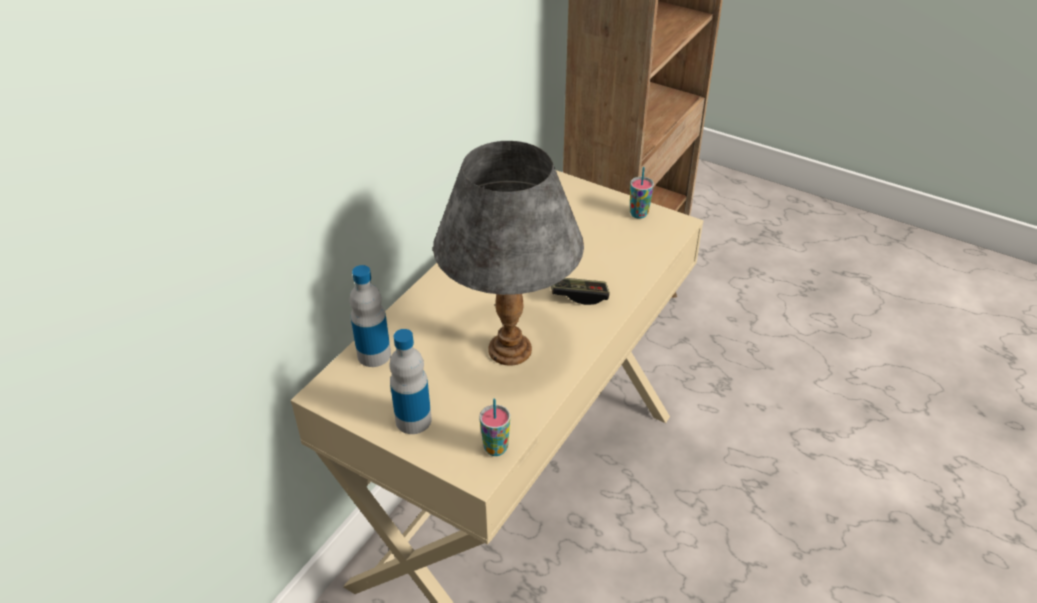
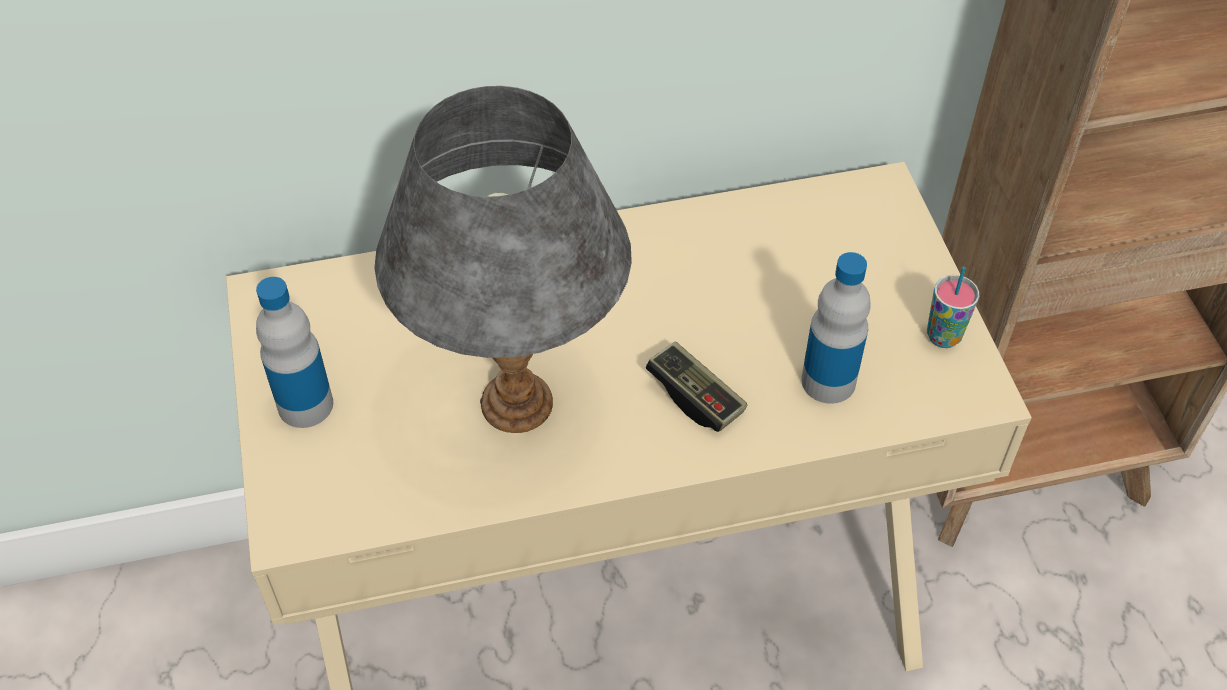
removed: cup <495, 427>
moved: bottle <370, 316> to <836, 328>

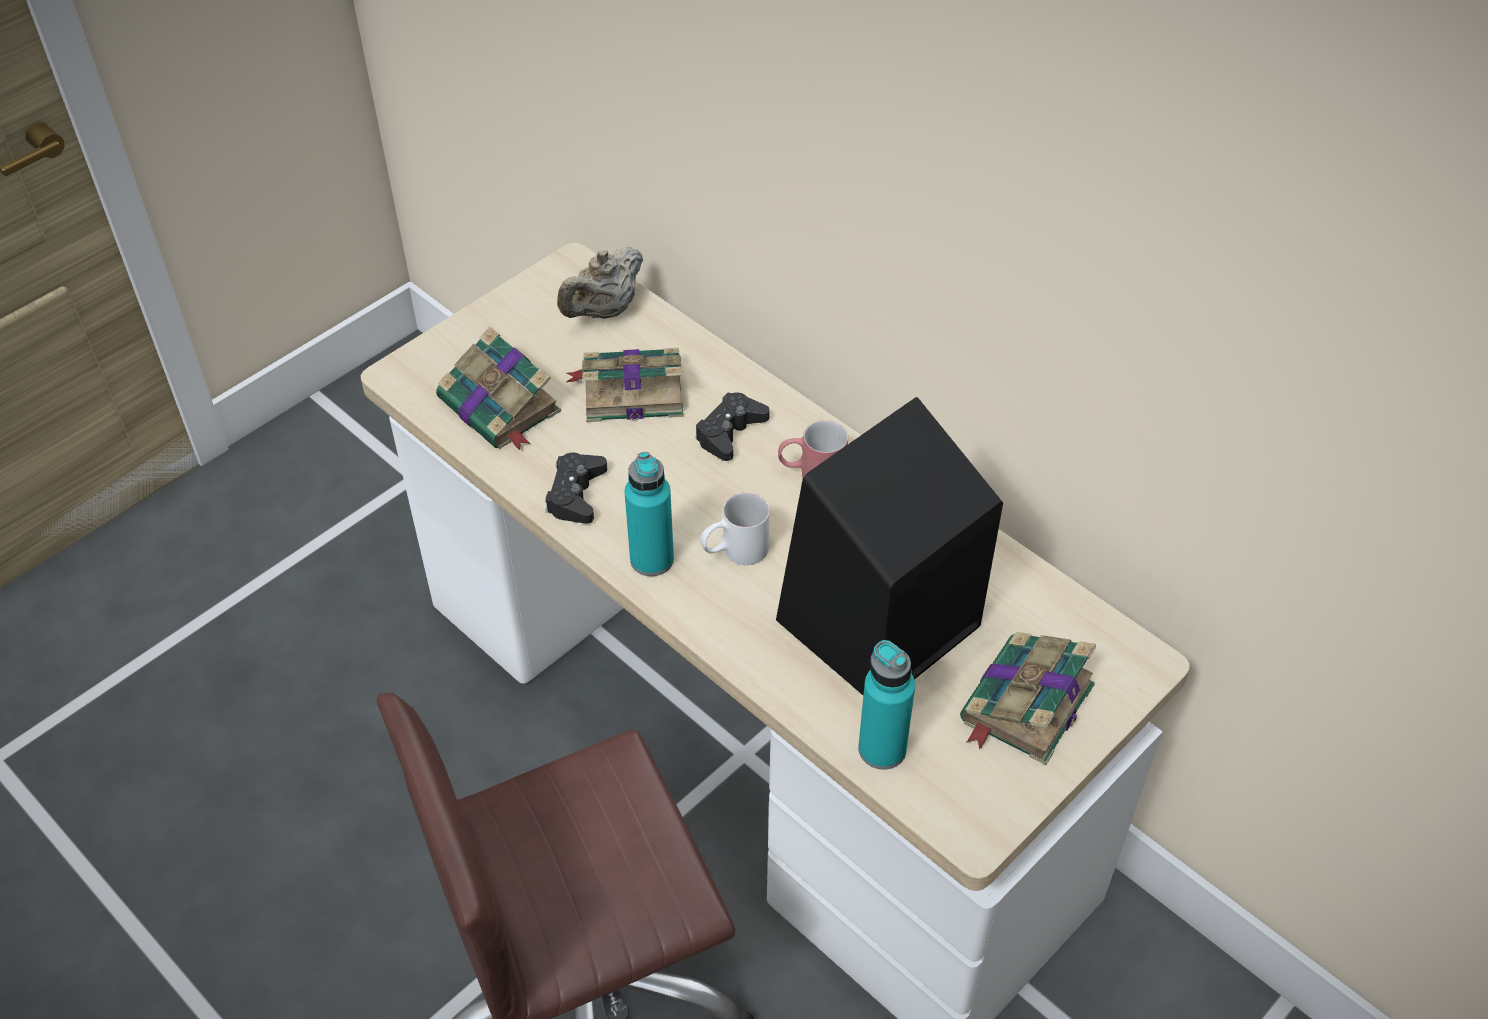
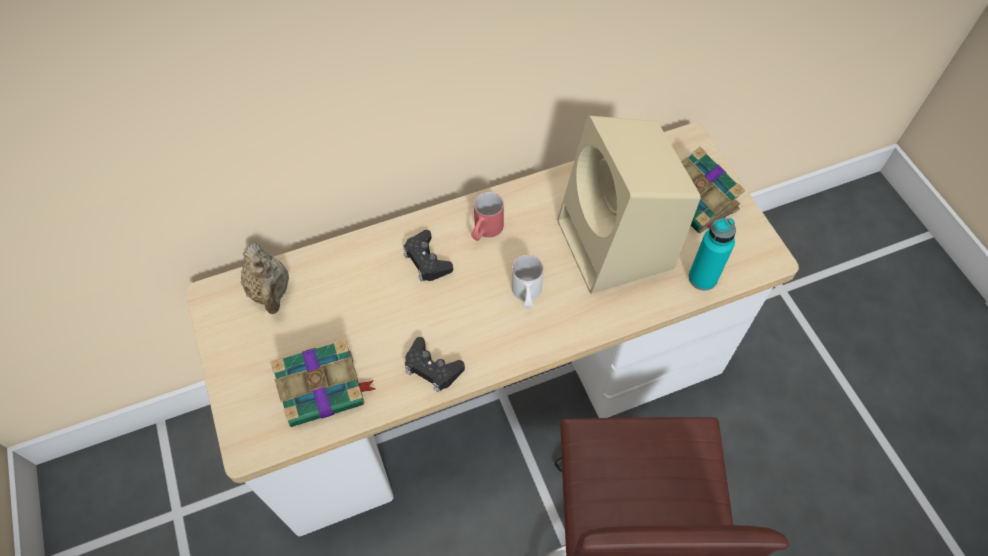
removed: book <625, 384>; bottle/turquoise <649, 514>
recoloured: speaker/black <889, 546> to speaker/beige <628, 204>

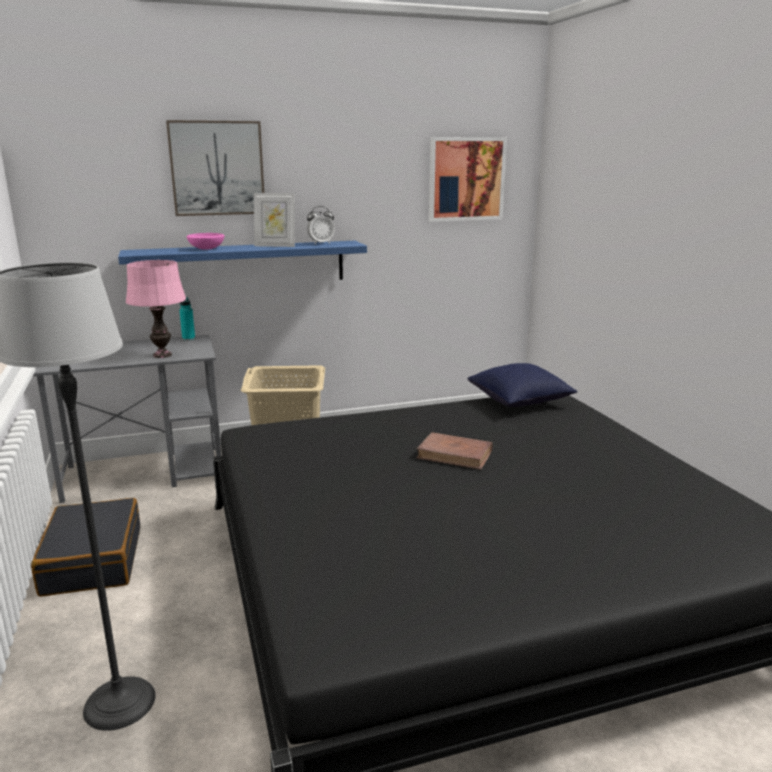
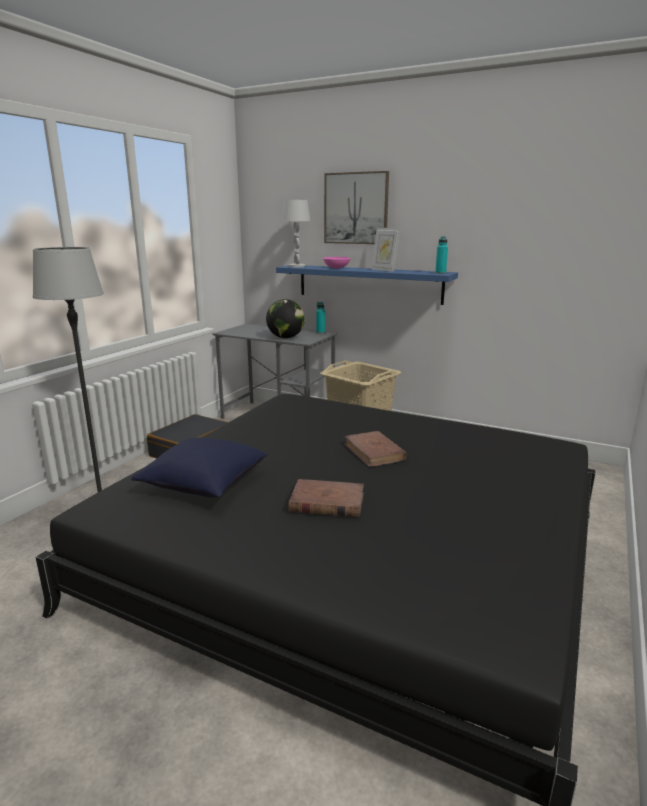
removed: picture <468, 179>; alarm clock <321, 225>
added: table lamp/white <296, 233>; bottle/turquoise <441, 255>; book/brown <326, 498>
moved: pillow/blue <523, 385> to <199, 468>
replaced: table lamp/pink <156, 309> to globe <285, 318>

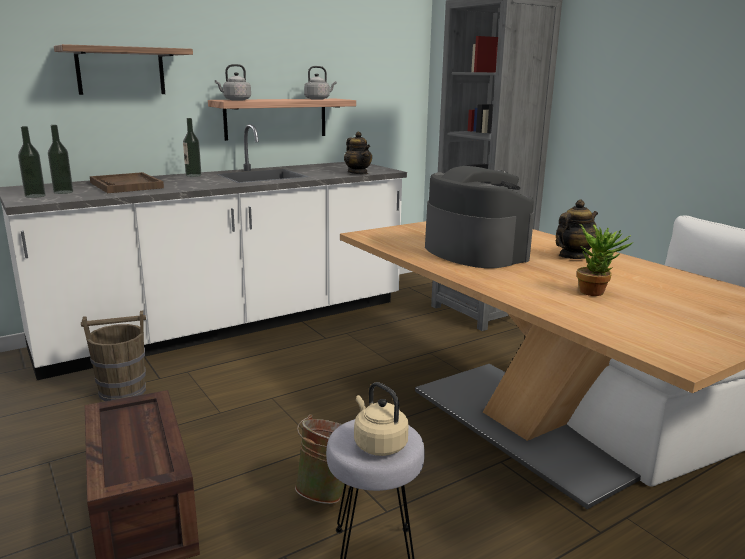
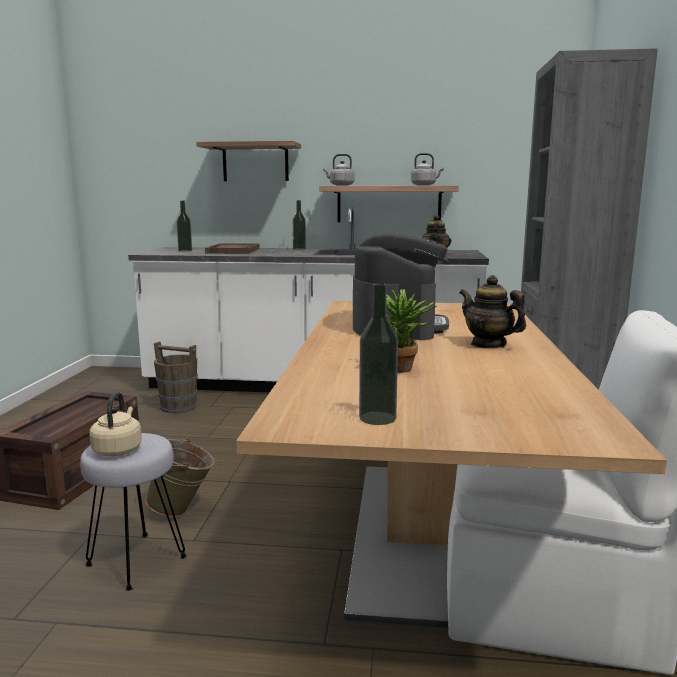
moved: bottle <32, 162> to <378, 354>
turned: teapot <577, 229> = <492, 312> 135 degrees counterclockwise

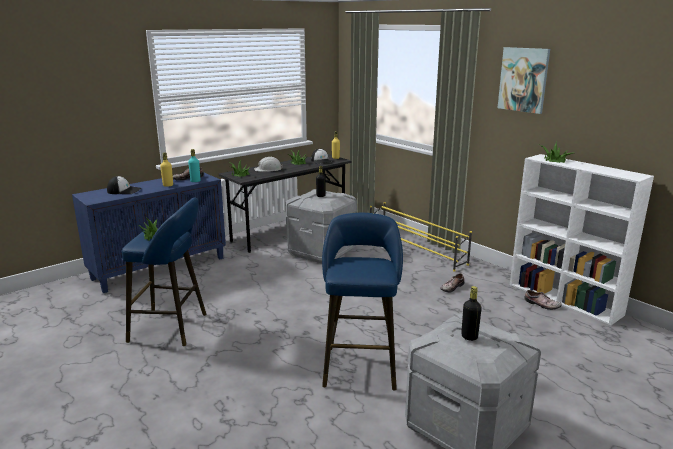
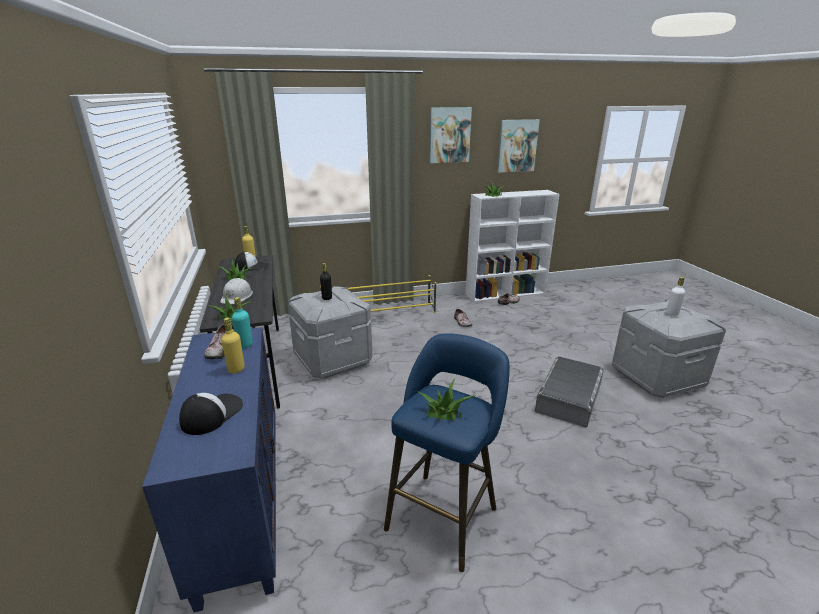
added: picture <518, 146>
replaced: stool/blue <362, 301> to storage box/grey <569, 392>
recoloured: bottle/black <471, 313> to bottle/white <675, 296>

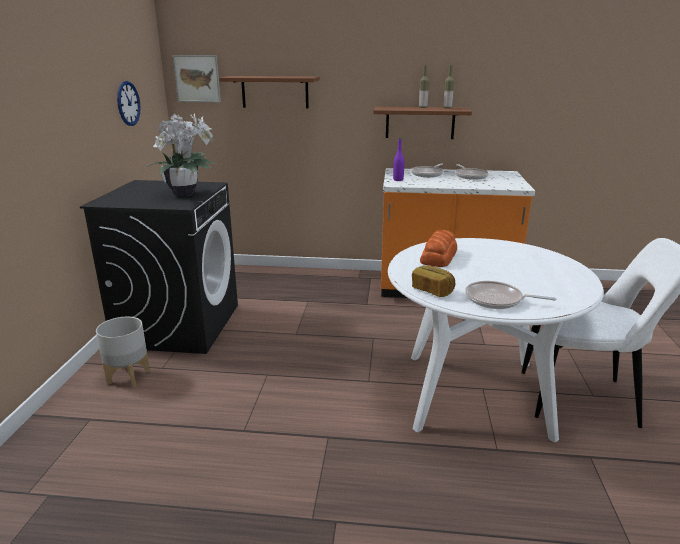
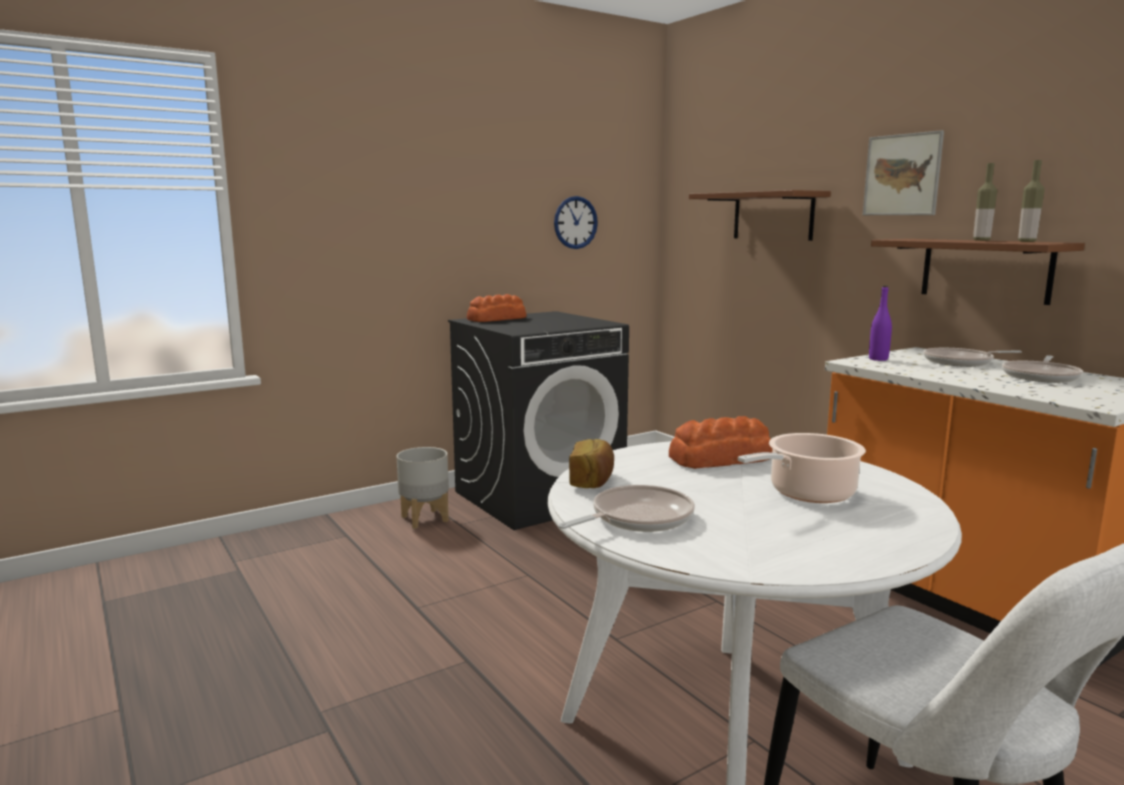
removed: potted plant <181, 155>
added: bread <496, 308>; cooking pot <802, 468>
moved: picture <197, 78> to <903, 172>
turned: frying pan <510, 295> = <626, 508> 75 degrees clockwise

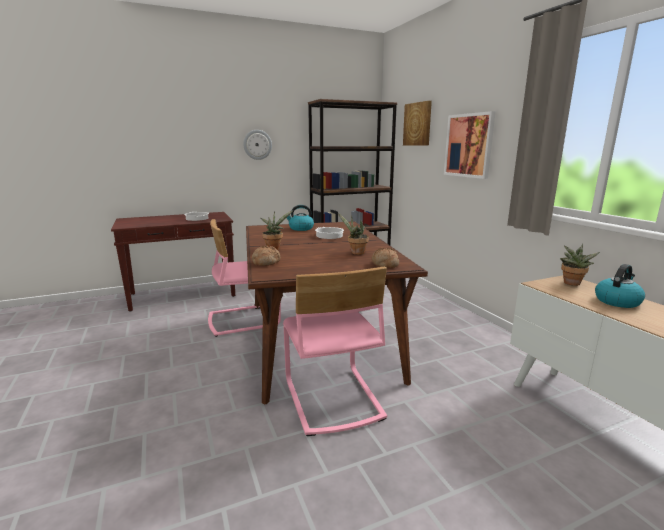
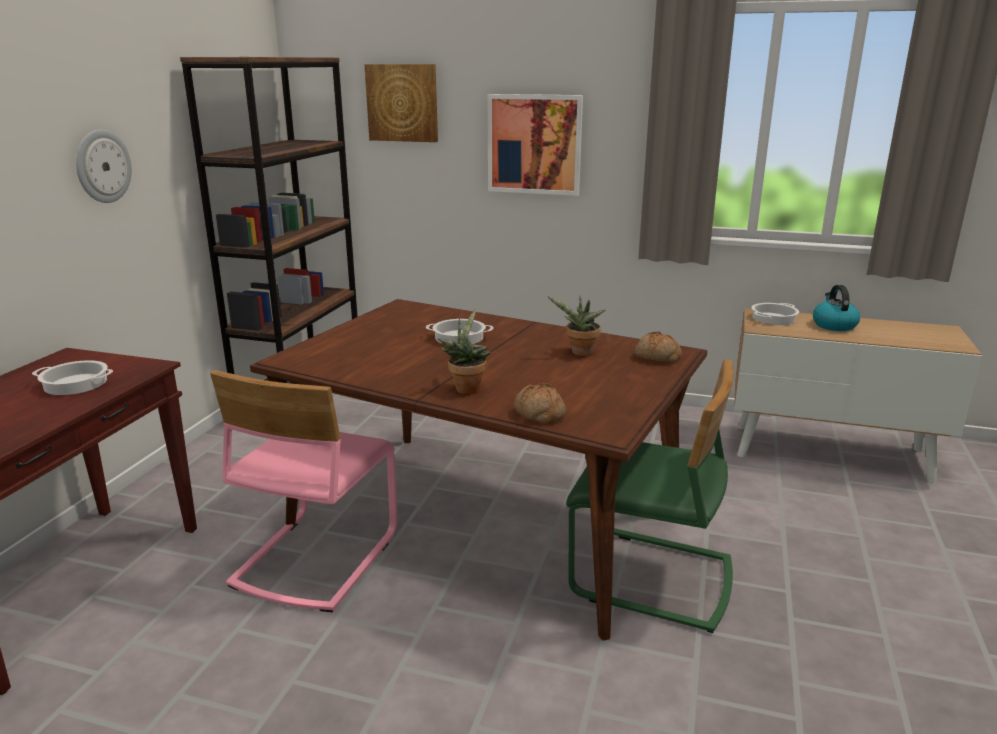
removed: kettle <300, 218>
replaced: potted plant <580, 265> to cooking pot <775, 314>
recoloured: chair/pink <335, 351> to chair/green <650, 496>

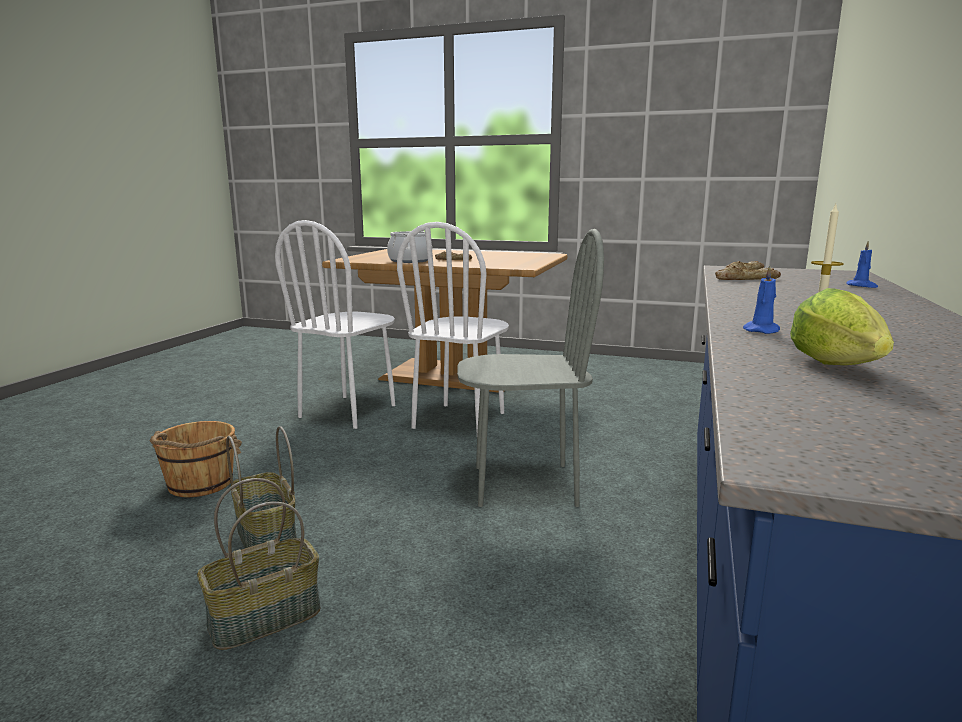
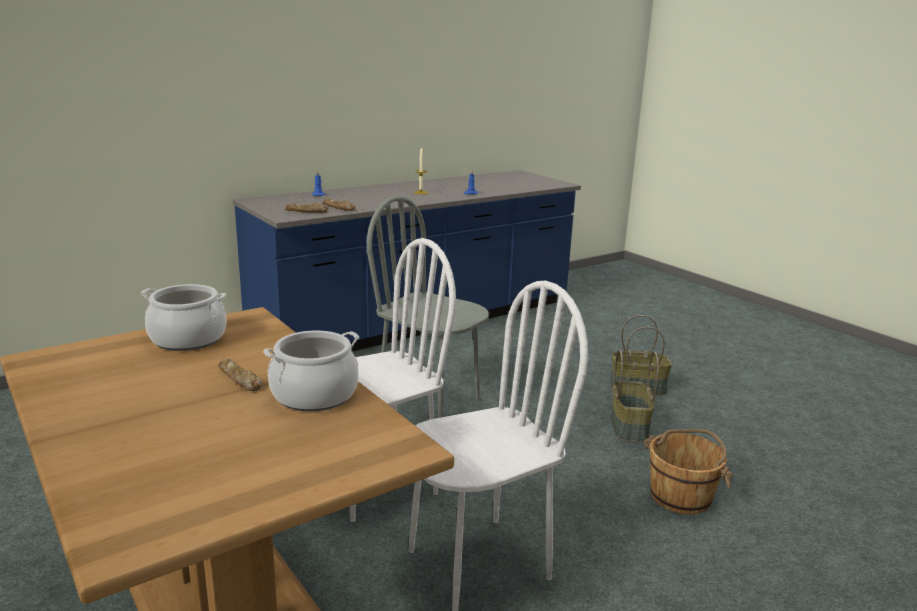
removed: lettuce <842, 326>
added: cooking pot <184, 317>

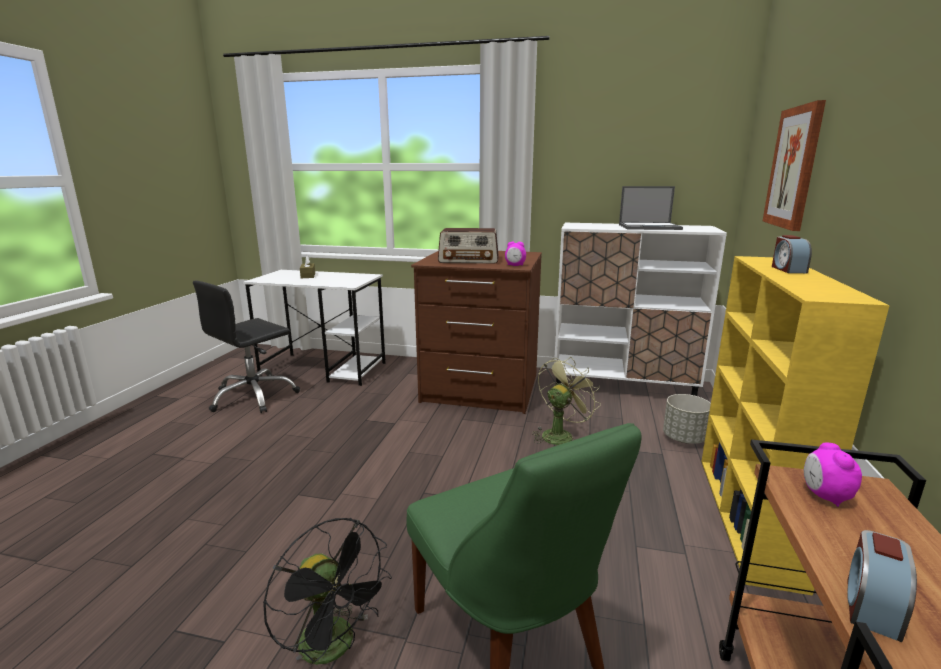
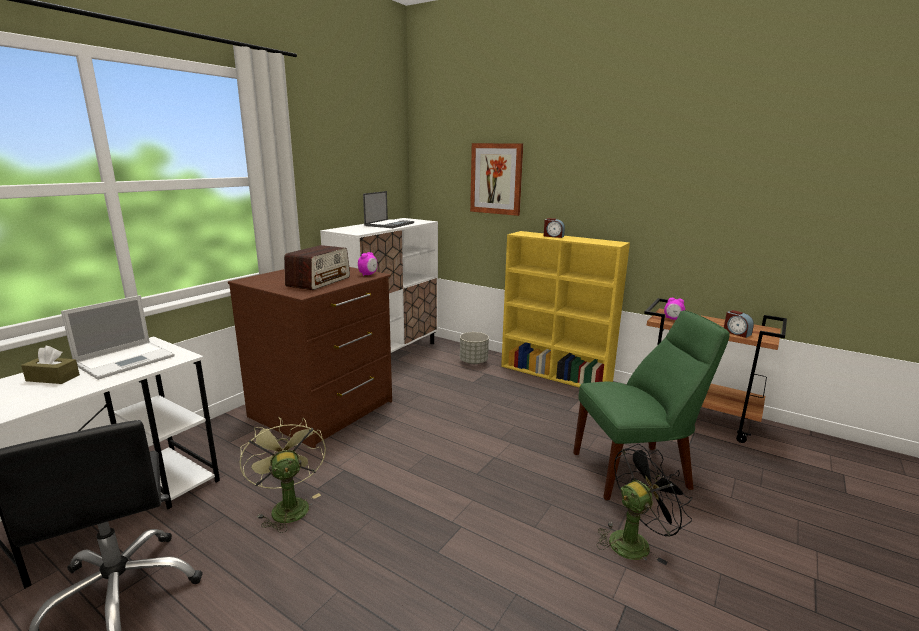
added: laptop <117, 337>
moved: fan/green <566, 401> to <283, 475>

